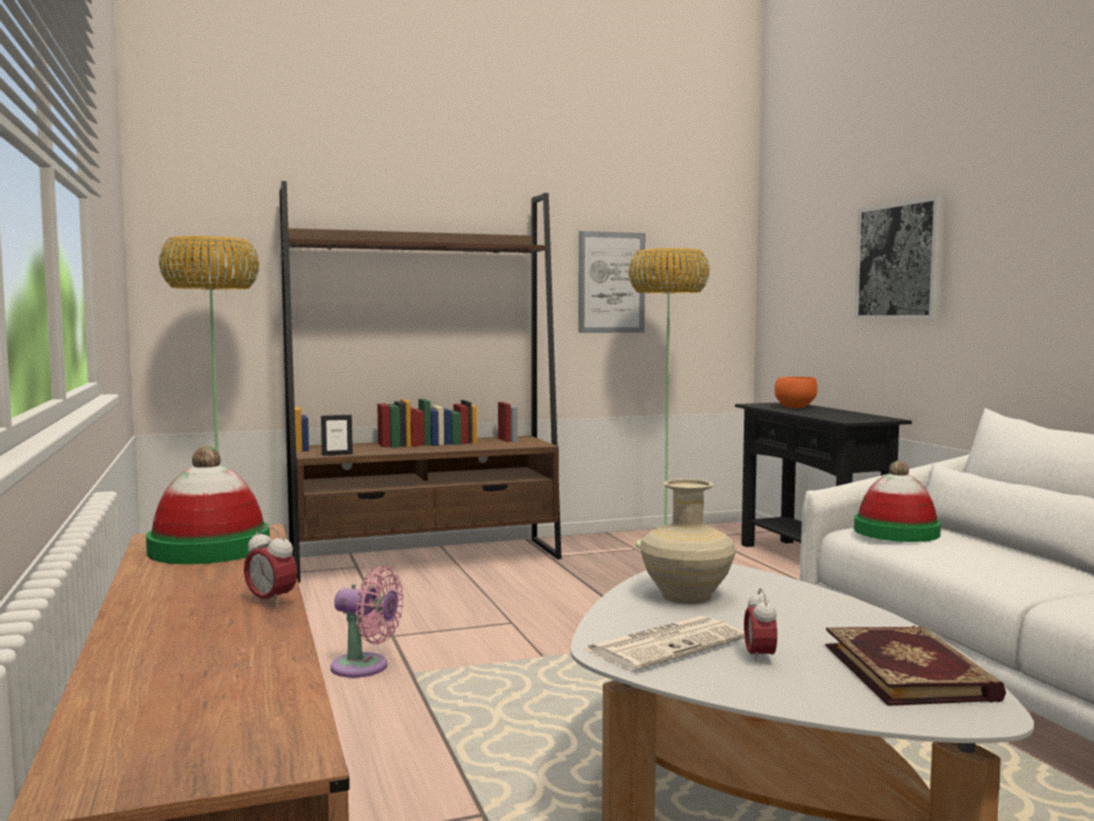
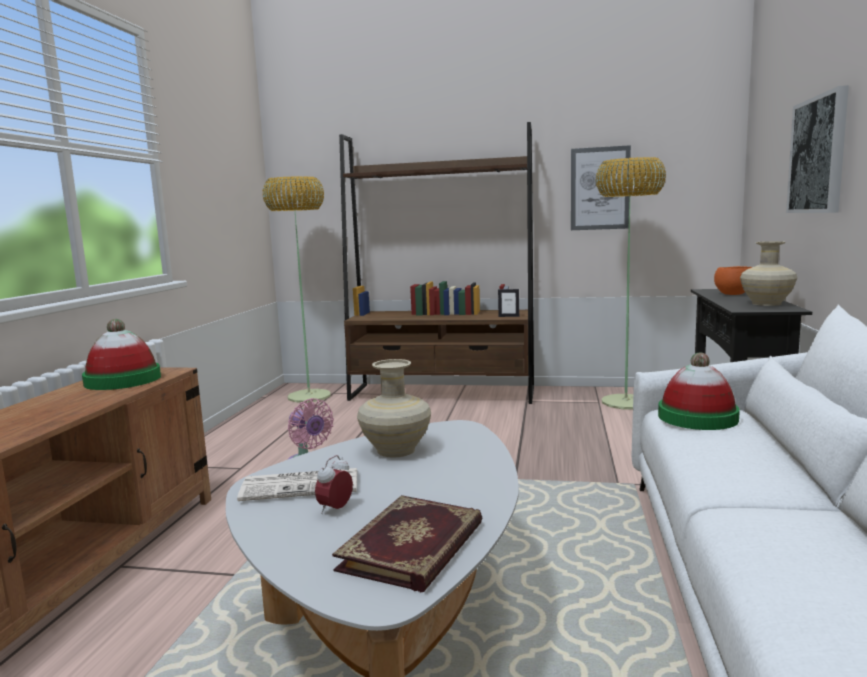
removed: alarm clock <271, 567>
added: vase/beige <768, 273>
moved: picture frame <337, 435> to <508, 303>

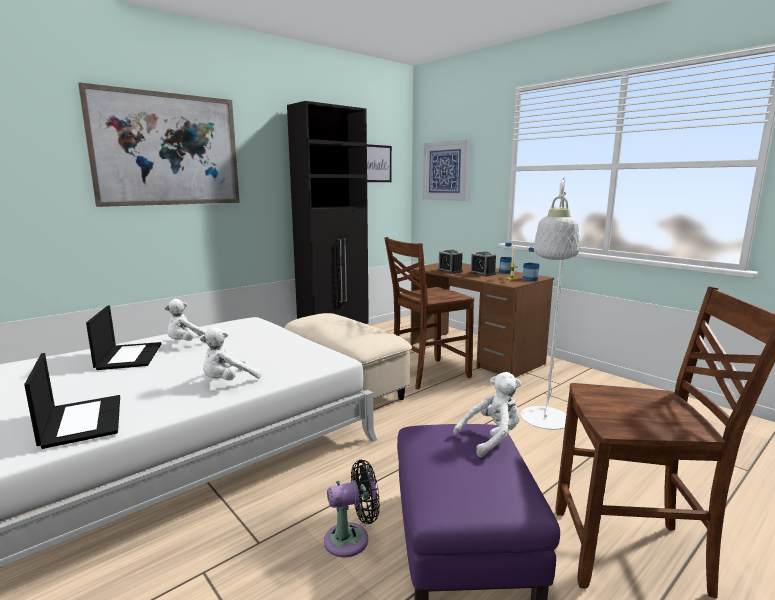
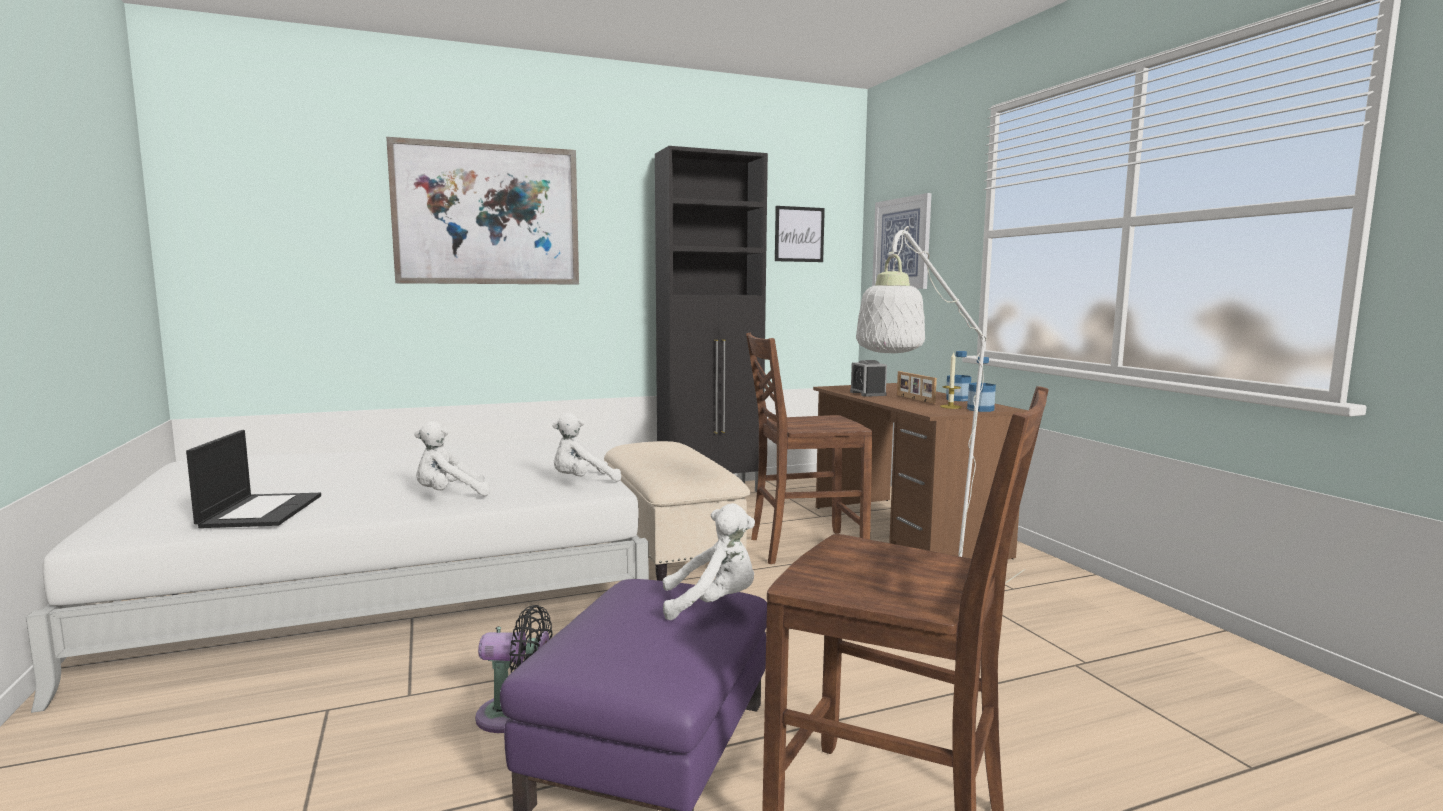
removed: laptop <123, 337>
moved: plush toy/white <185, 320> to <586, 447>
replaced: alarm clock <483, 264> to picture frame <917, 387>

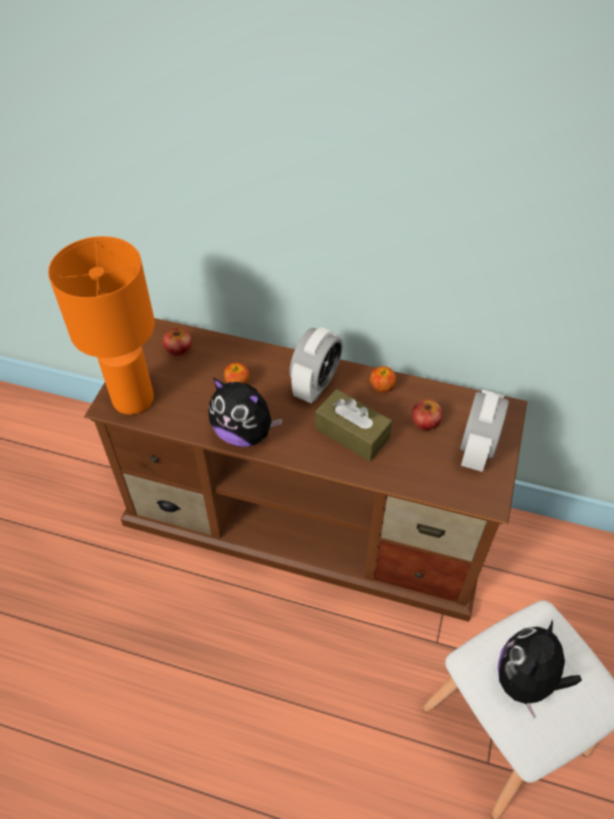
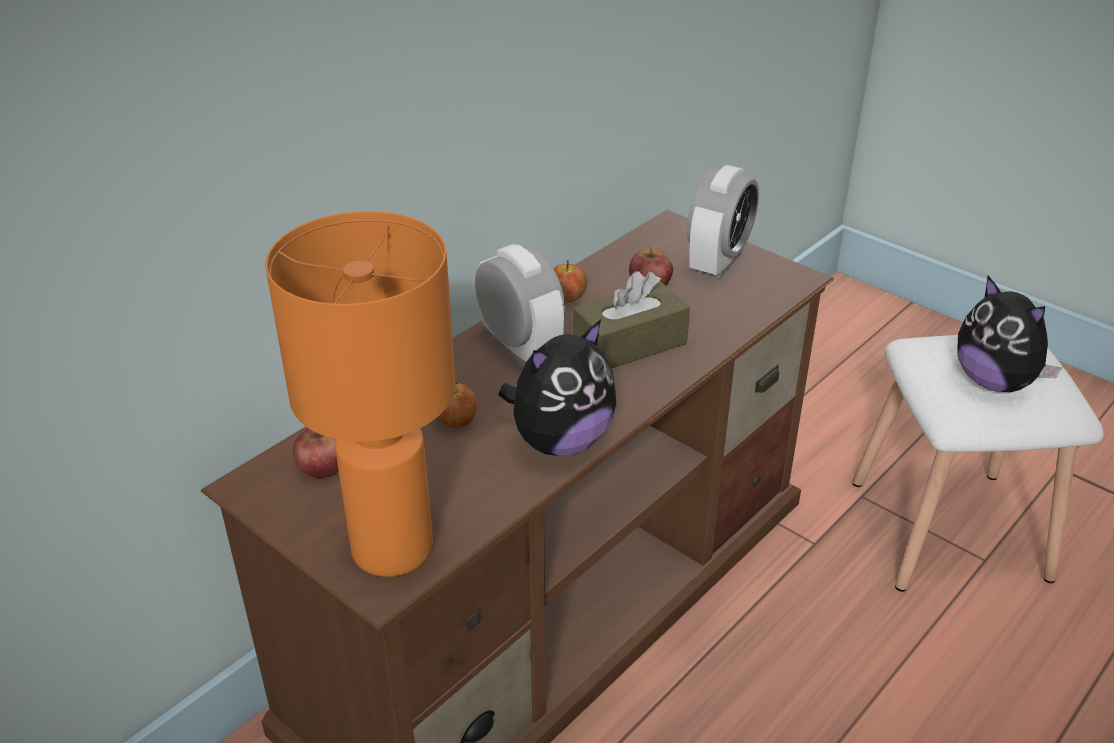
turned: alarm clock <484, 431> = <723, 222> 105 degrees counterclockwise

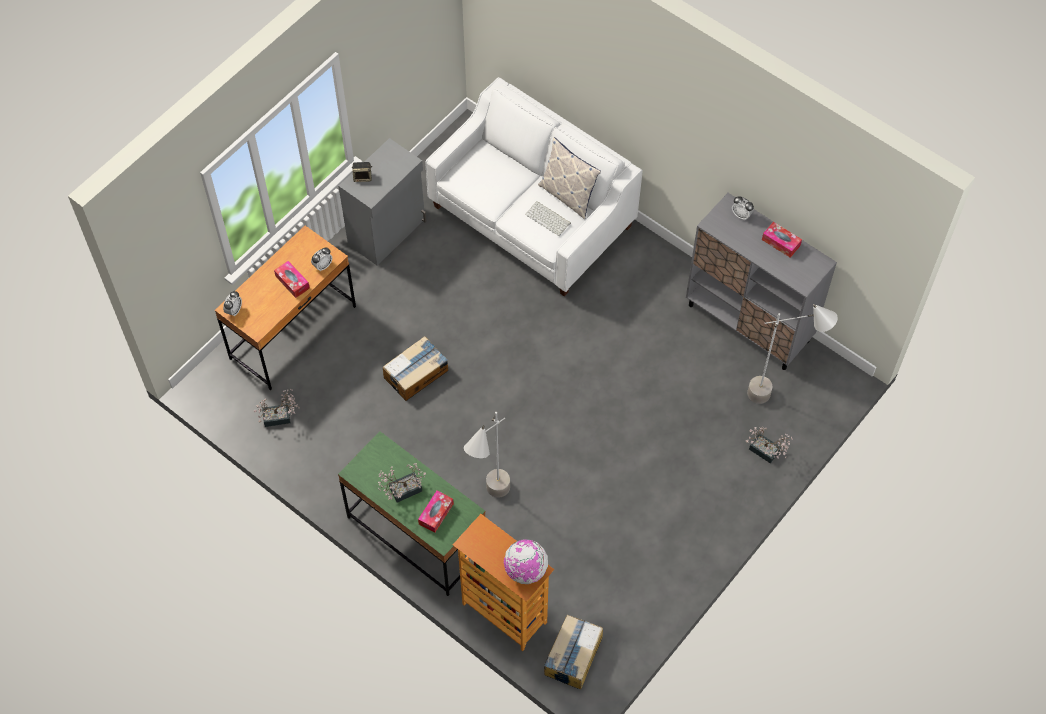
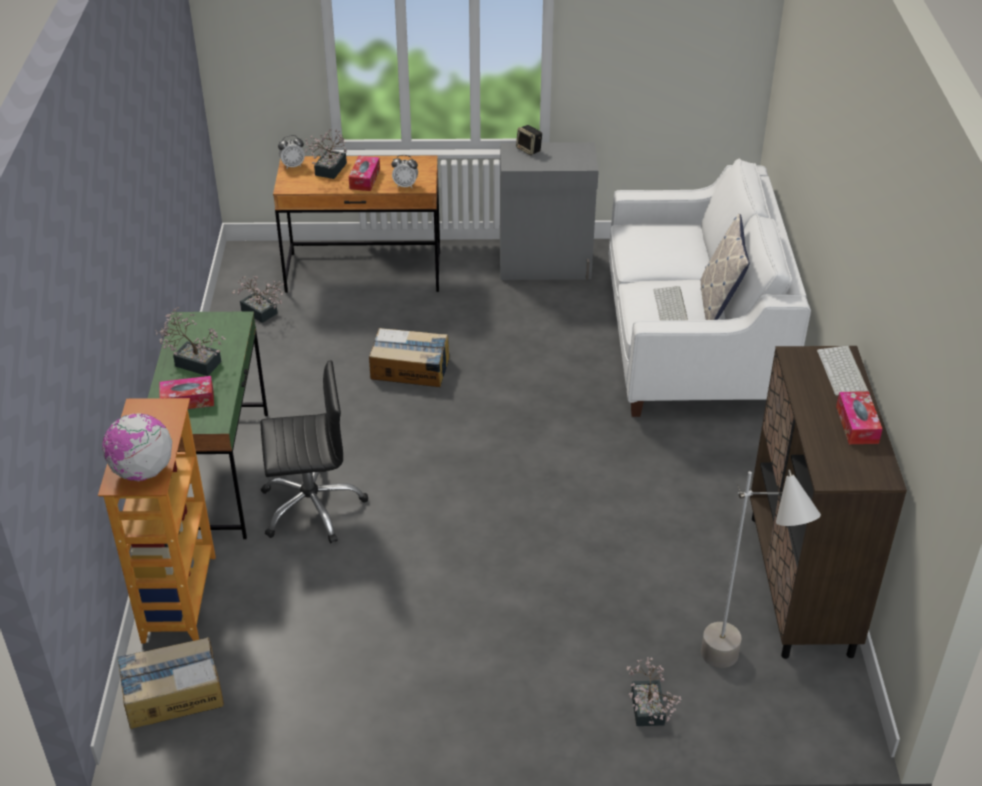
added: potted plant <326, 154>
replaced: alarm clock <743, 208> to keyboard <843, 370>; floor lamp/grey <487, 455> to office chair/black <314, 451>
recoloured: cabinet/grey <761, 281> to cabinet/brown <828, 502>

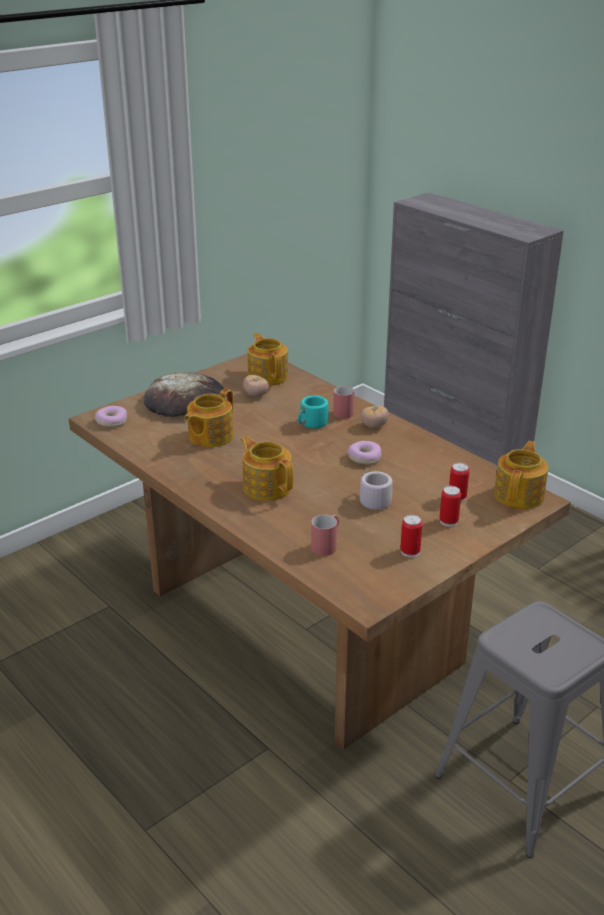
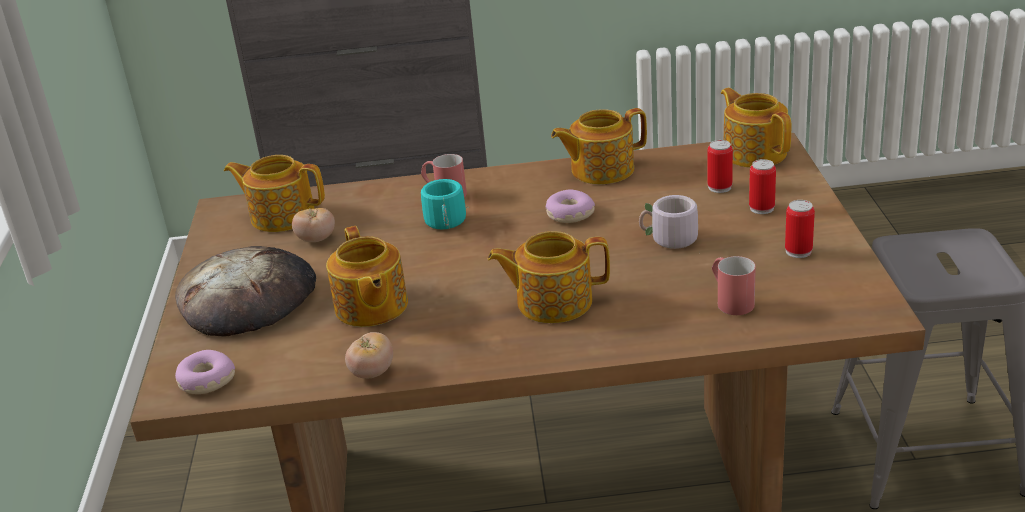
added: teapot <599, 146>
moved: tomato <375, 416> to <369, 355>

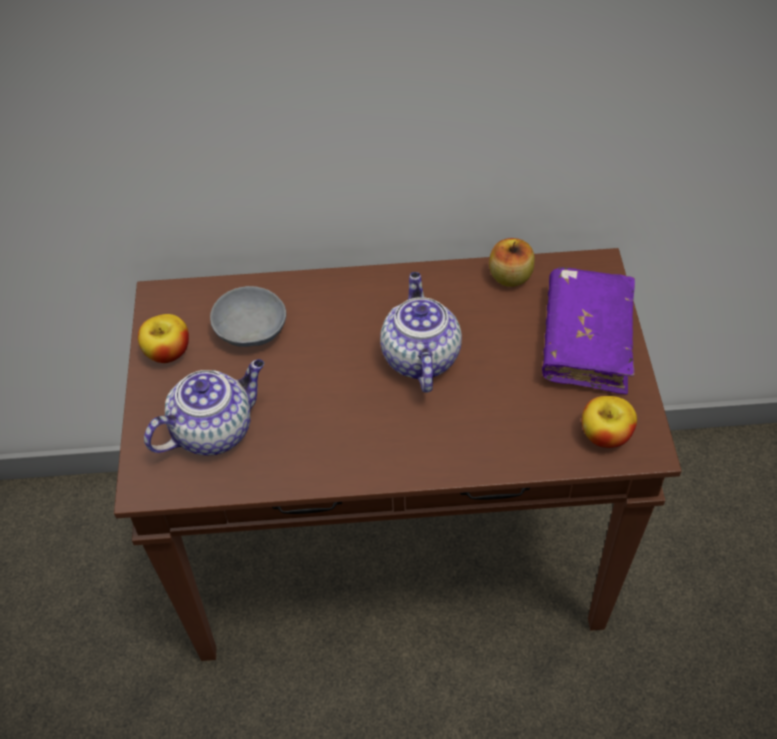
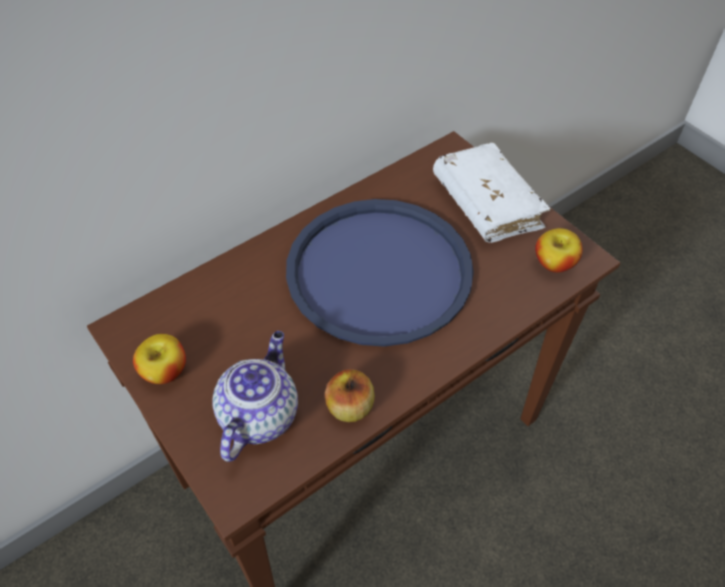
removed: bowl/grey <248, 316>
moved: apple <512, 262> to <350, 395>
replaced: teapot <421, 332> to tray/blue <380, 273>
recoloured: book/purple <588, 330> to book/white <492, 193>

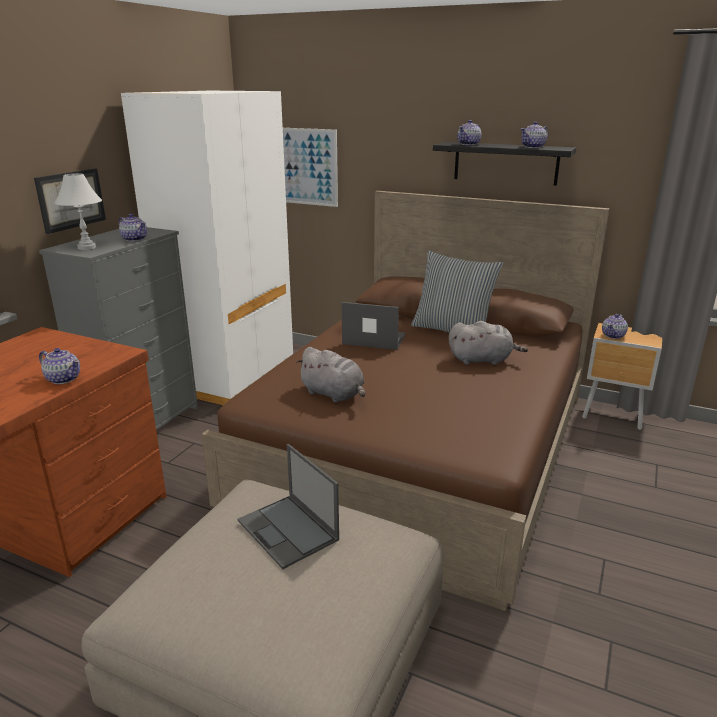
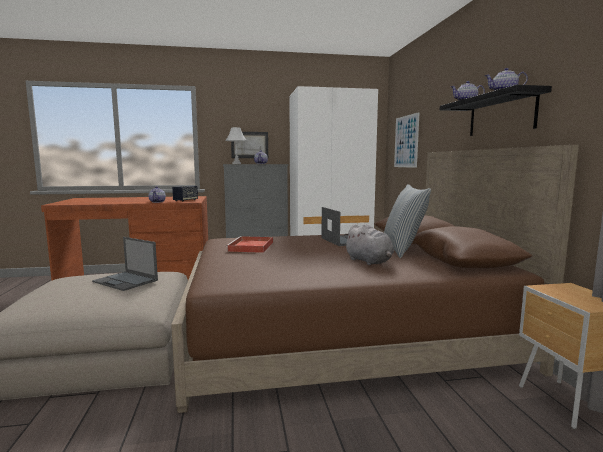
removed: teapot <615, 326>
added: speaker <185, 193>
replaced: plush toy/grey <330, 375> to tray/red <249, 244>
turned: laptop <288, 506> = <125, 264> 75 degrees counterclockwise

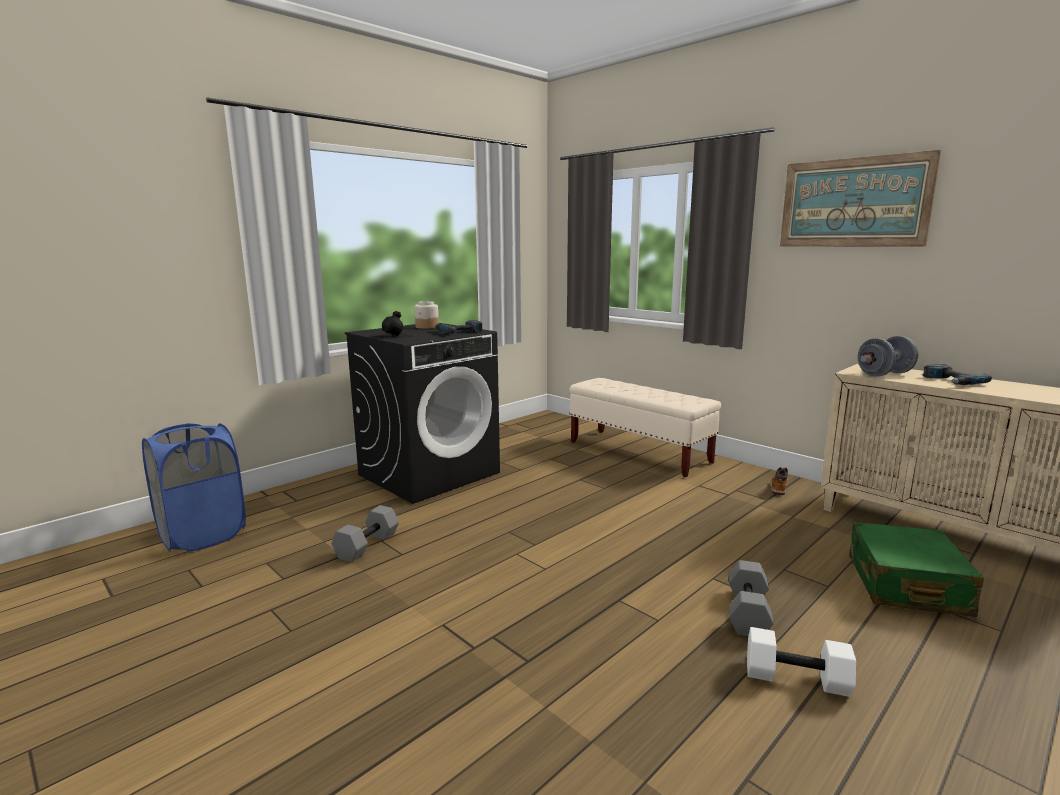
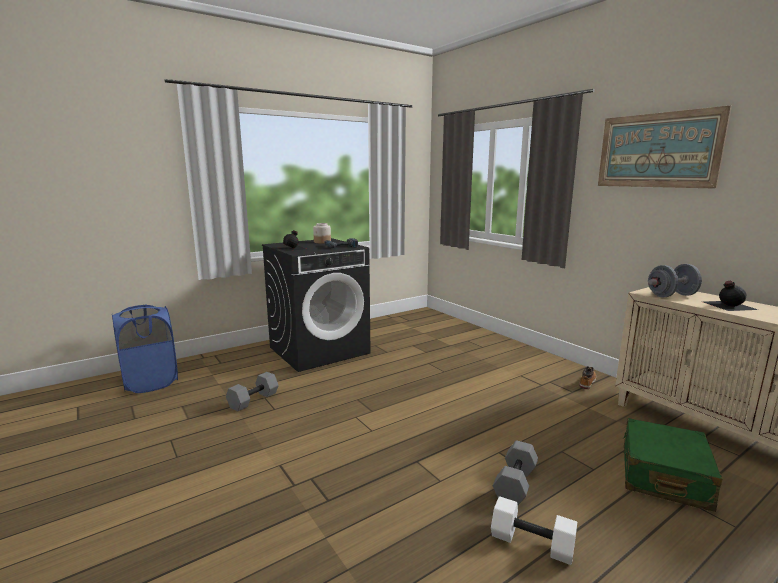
removed: bench/beige <645, 427>
replaced: power drill <957, 374> to bottle/black <730, 296>

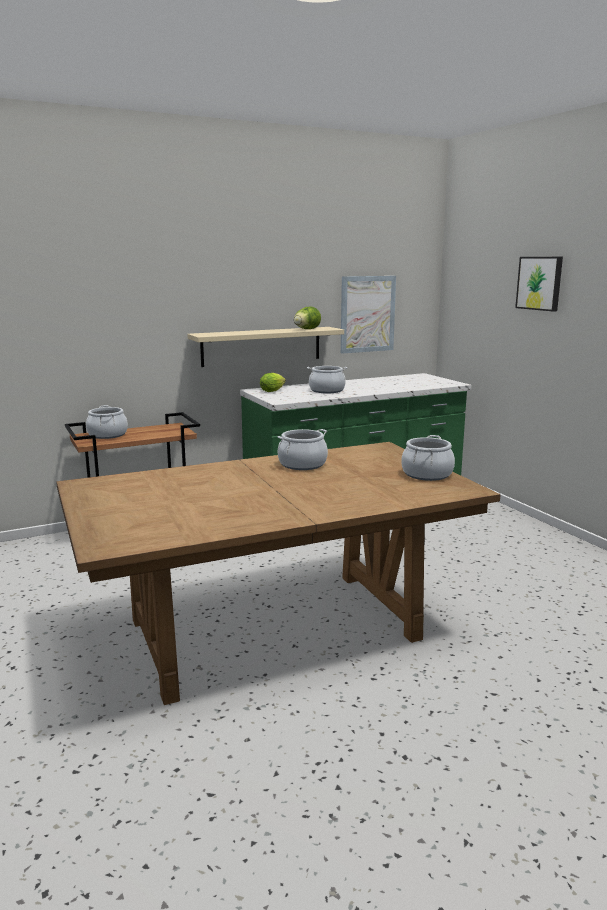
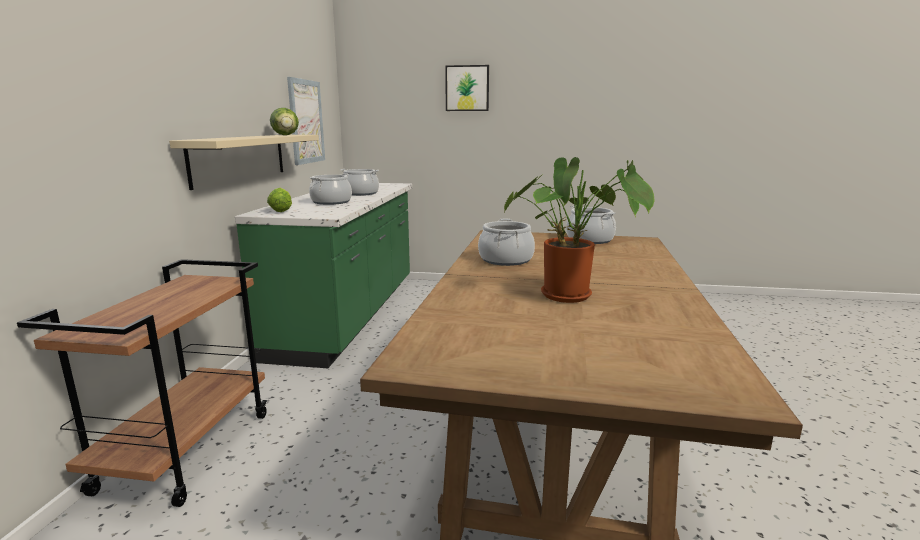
added: potted plant <579, 230>
moved: cooking pot <107, 422> to <360, 182>

